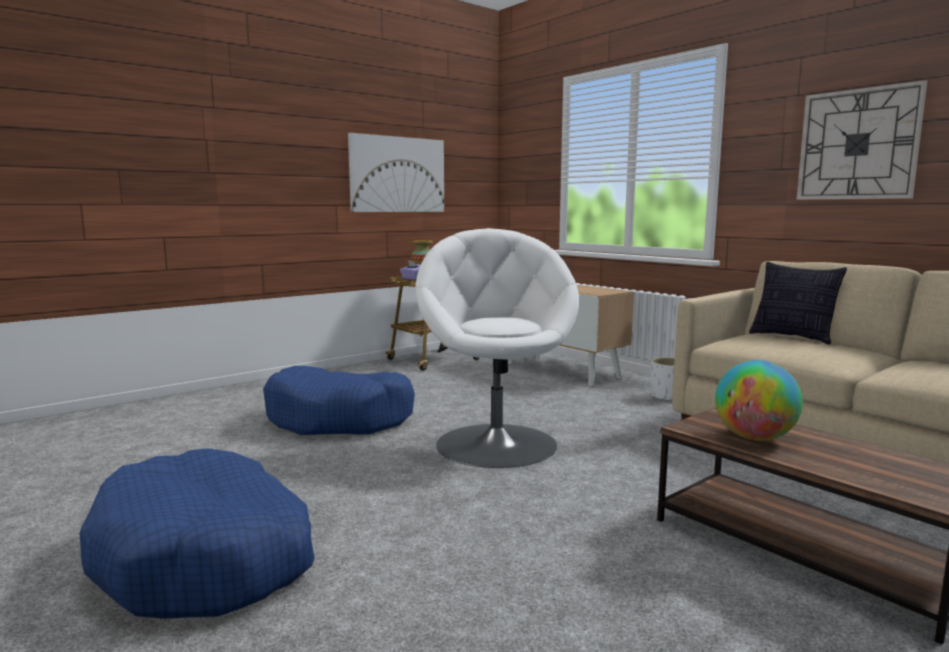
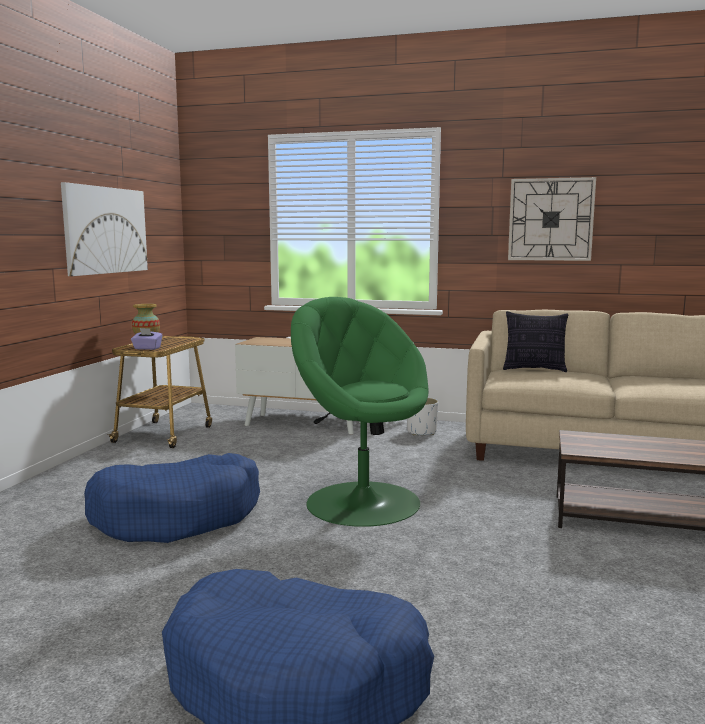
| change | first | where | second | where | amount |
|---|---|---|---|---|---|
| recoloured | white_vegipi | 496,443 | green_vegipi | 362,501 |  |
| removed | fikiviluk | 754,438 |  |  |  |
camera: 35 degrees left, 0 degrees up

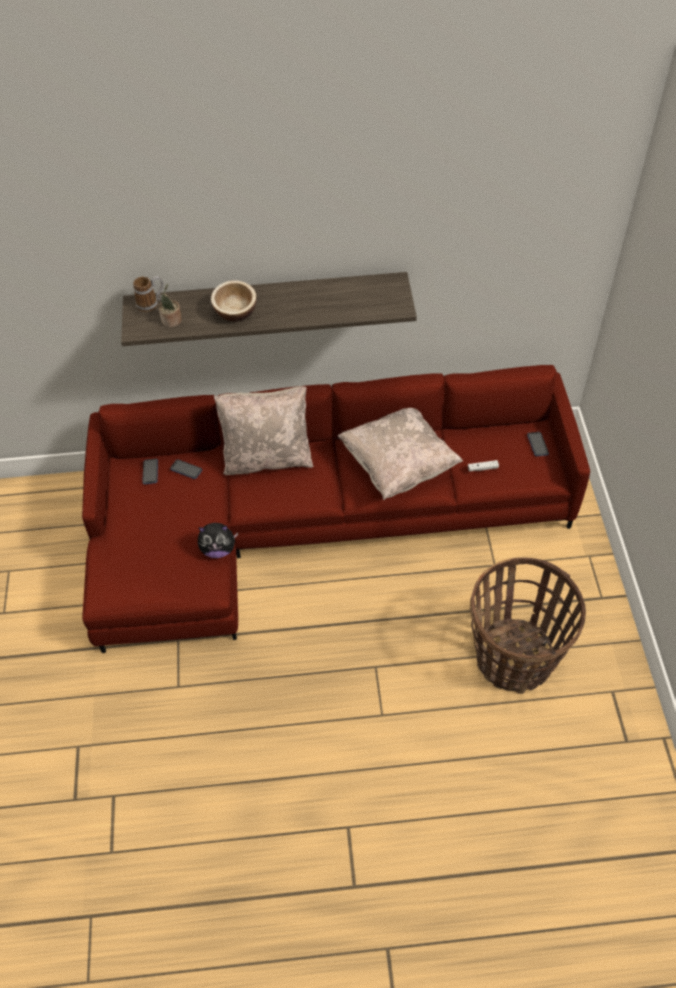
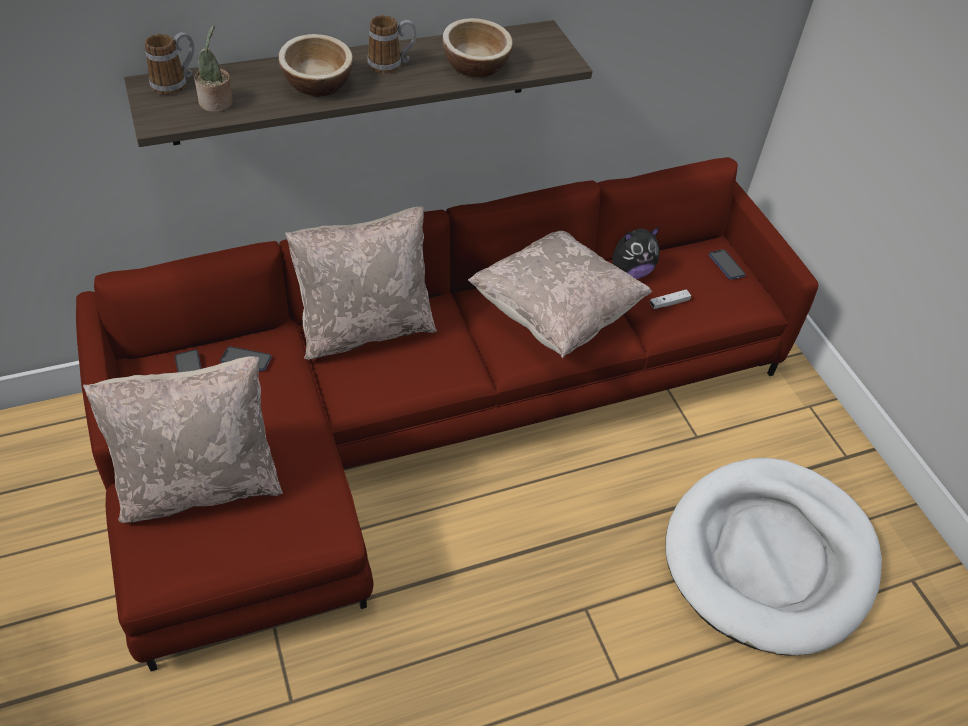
| change | first | where | second | where | amount |
|---|---|---|---|---|---|
| moved | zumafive | 218,549 |  | 630,272 |  |
| replaced | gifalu | 514,657 | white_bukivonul | 770,557 |  |
| added |  |  | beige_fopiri | 200,483 |  |
| added |  |  | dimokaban | 391,65 |  |
| added |  |  | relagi | 475,66 |  |
camera: 20 degrees left, 5 degrees down

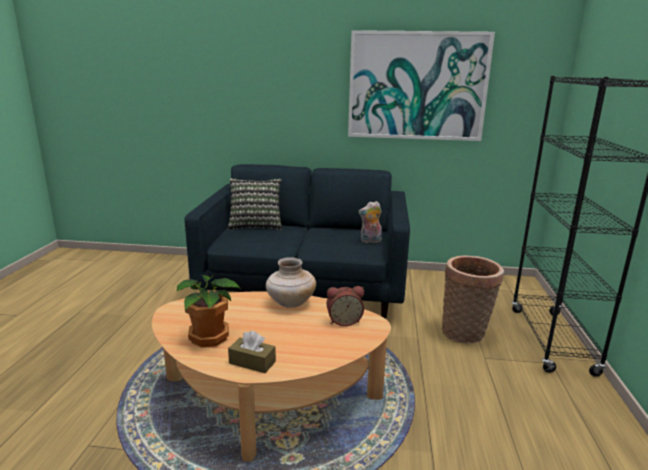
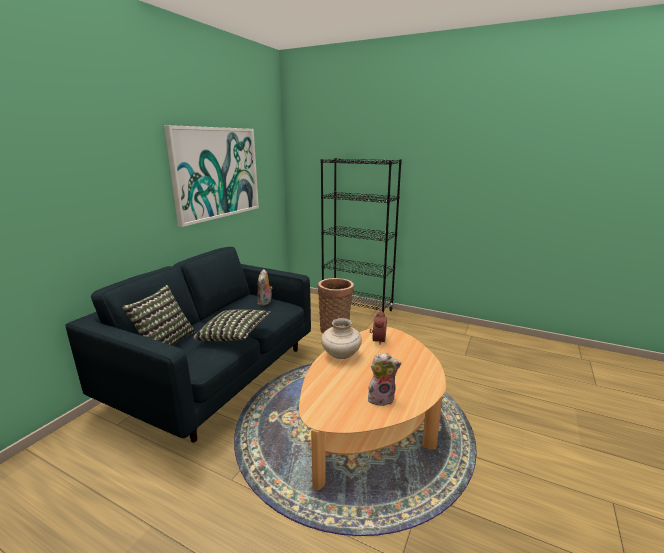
| change | first | where | second | where | amount |
|---|---|---|---|---|---|
| replaced | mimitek | 211,337 | zumafive | 381,398 |  |
| removed | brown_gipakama | 252,362 |  |  |  |
| added |  |  | fopiri | 234,336 |  |
camera: 70 degrees left, 0 degrees up

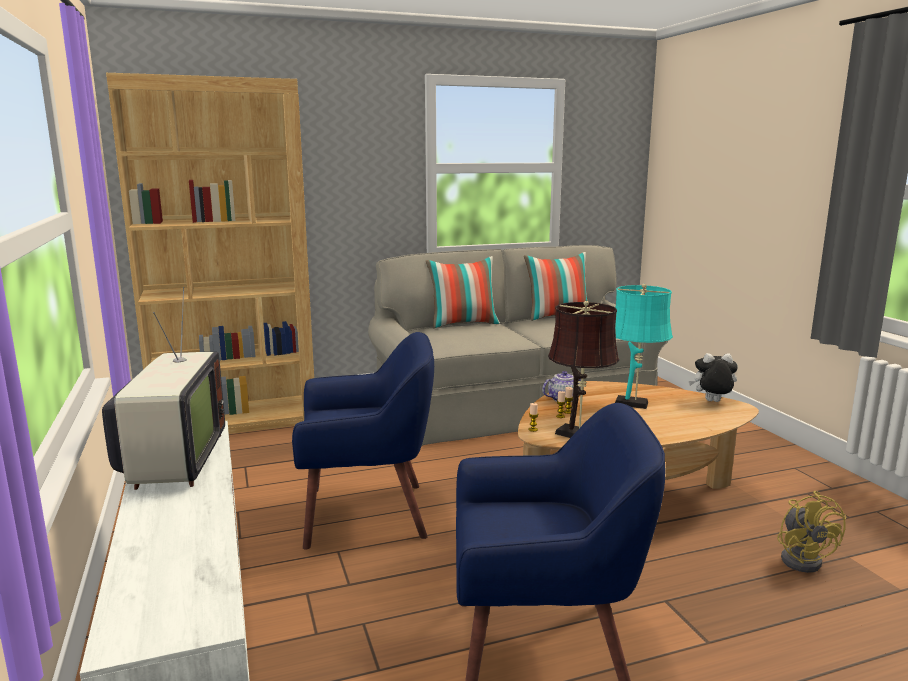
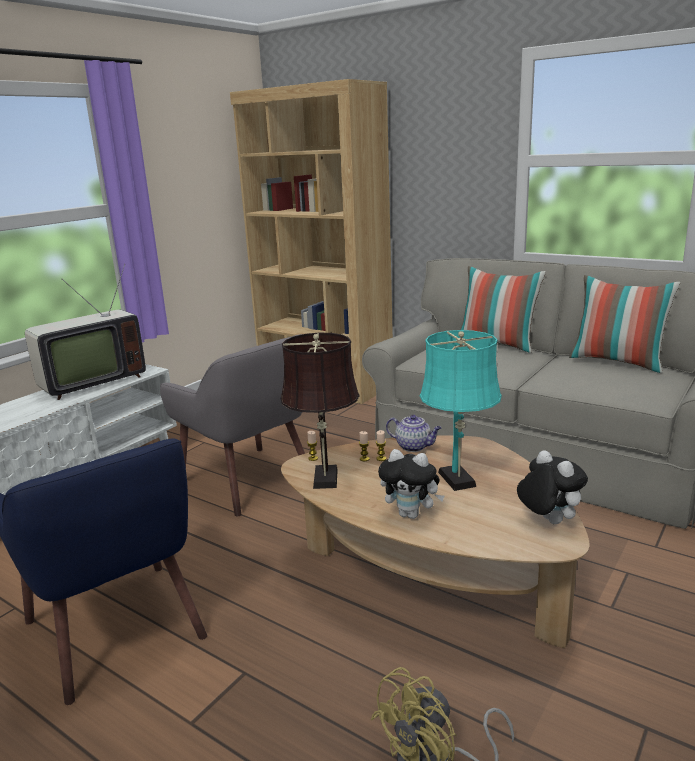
| change | first | where | second | where | amount |
|---|---|---|---|---|---|
| recoloured | blue_vegipi | 368,513 | grey_vegipi | 249,480 |  |
| added |  |  | zumafive | 411,514 |  |
camera: 55 degrees right, 5 degrees up

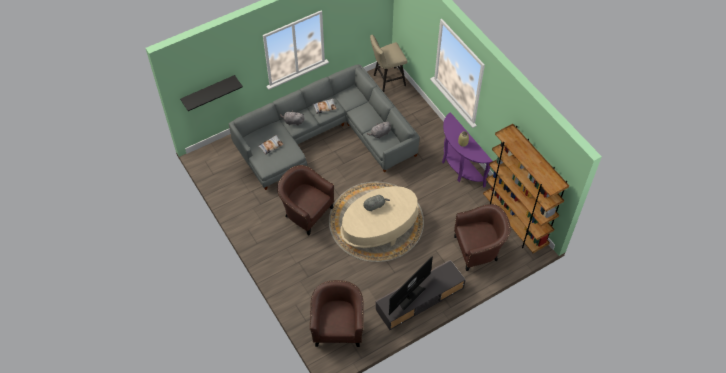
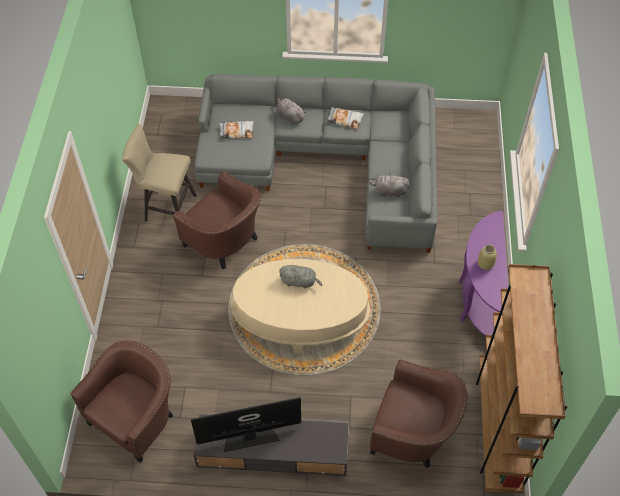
| change | first | where | second | where | amount |
|---|---|---|---|---|---|
| removed | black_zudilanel | 208,91 |  |  |  |
| turned | brown_vegipi | 306,212 |  | 225,242 | 150 degrees clockwise |
| moved | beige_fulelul | 387,80 |  | 166,208 |  |
camera: 35 degrees right, 0 degrees up

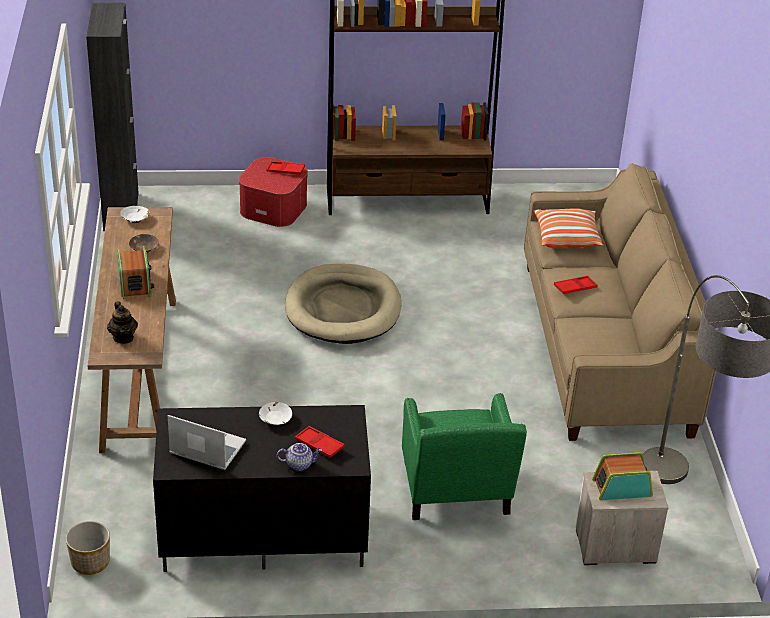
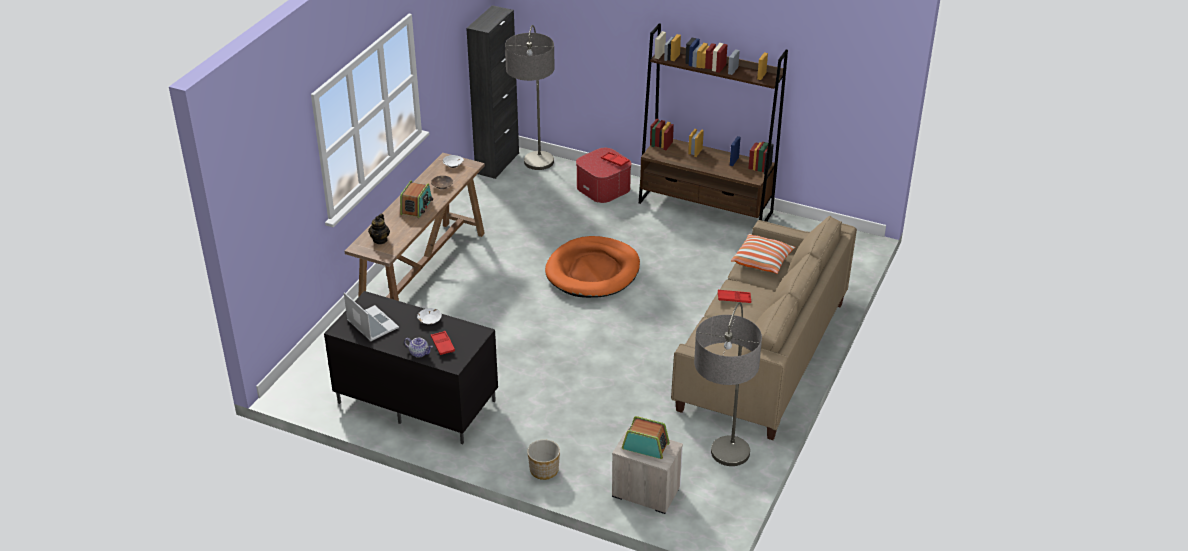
| change | first | where | second | where | amount |
|---|---|---|---|---|---|
| moved | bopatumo | 90,561 |  | 544,470 |  |
| recoloured | beige_bukivonul | 343,308 | orange_bukivonul | 593,271 |  |
| removed | green_vegipi | 455,494 |  |  |  |
| added |  |  | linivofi | 535,182 |  |
camera: 30 degrees right, 0 degrees up

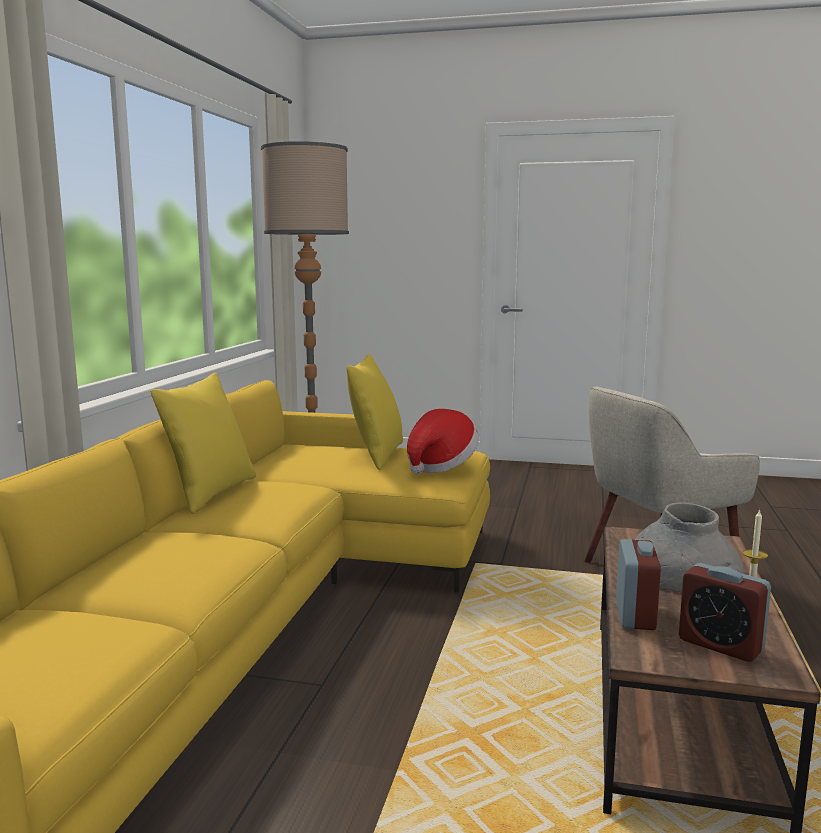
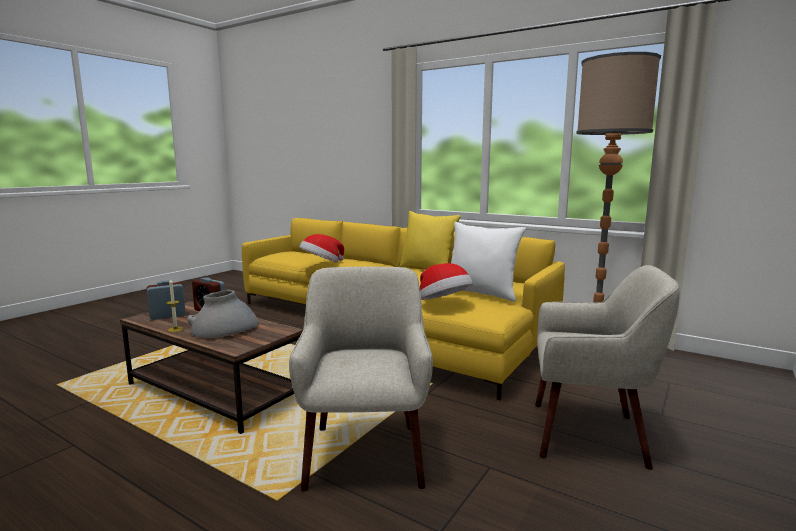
| change | first | where | second | where | amount |
|---|---|---|---|---|---|
| recoloured | yellow_fopiri | 376,455 | white_fopiri | 482,294 |  |
| added |  |  | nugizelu | 321,264 |  |
| added |  |  | beige_vegipi | 589,434 |  |
camera: 110 degrees right, 0 degrees up

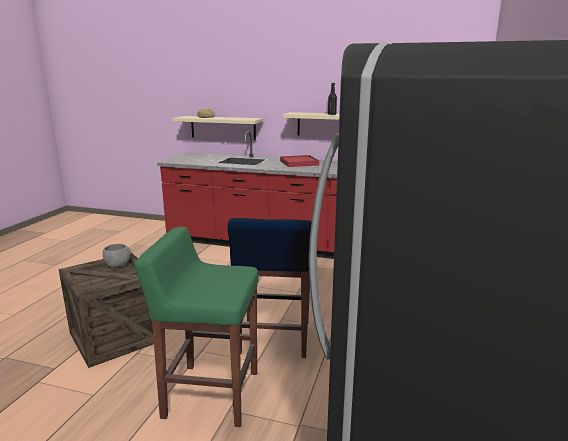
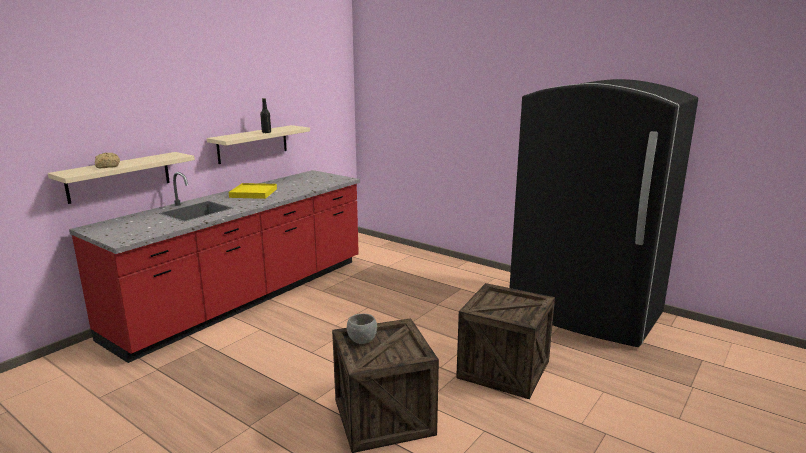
| change | first | where | second | where | amount |
|---|---|---|---|---|---|
| replaced | green_fulelul | 210,394 | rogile | 503,369 |  |
| removed | blue_fulelul | 274,338 |  |  |  |
| recoloured | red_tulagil | 299,163 | yellow_tulagil | 253,193 |  |
camera: 70 degrees left, 0 degrees up

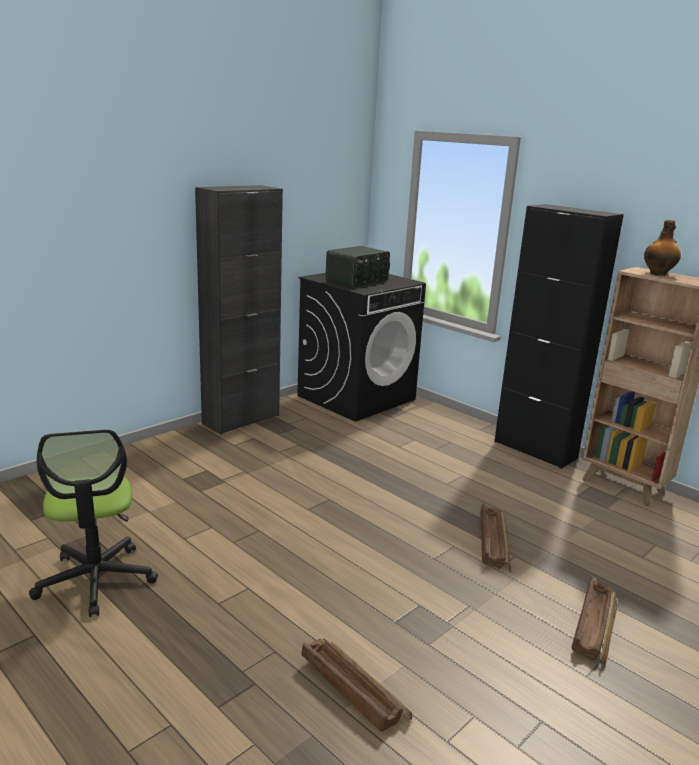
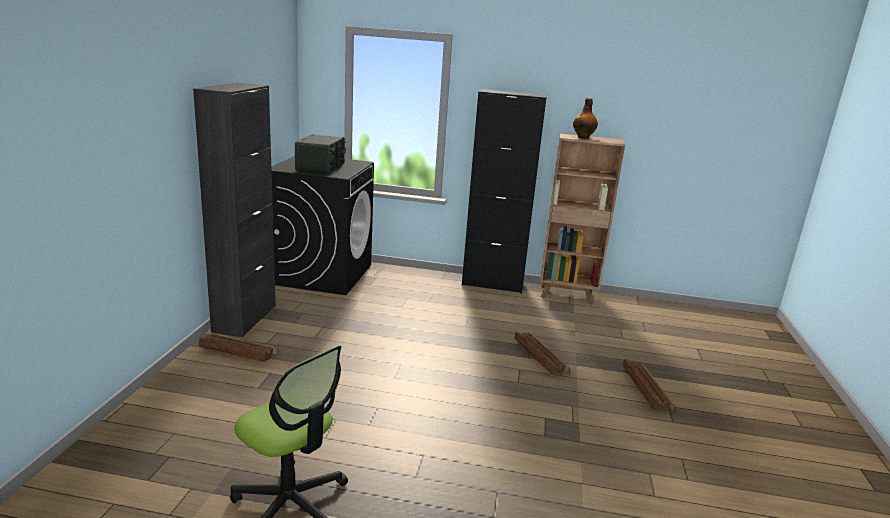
| change | first | where | second | where | amount |
|---|---|---|---|---|---|
| moved | rogile | 352,690 |  | 238,353 |  |
camera: 35 degrees left, 0 degrees up

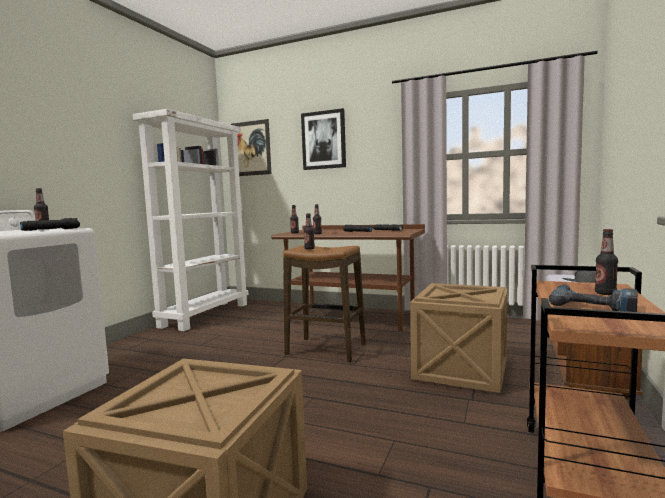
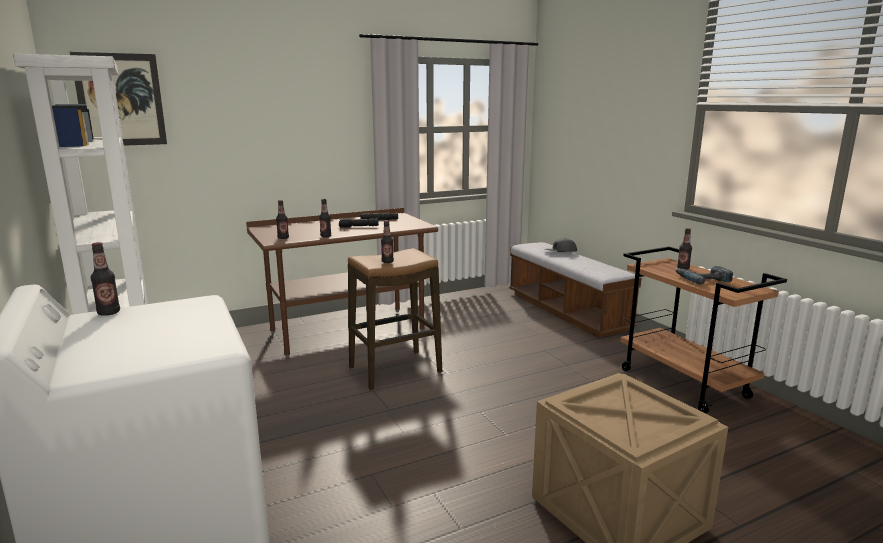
| change | first | where | second | where | amount |
|---|---|---|---|---|---|
| removed | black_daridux | 52,229 |  |  |  |
| removed | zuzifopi | 323,140 |  |  |  |
| removed | rogile | 461,369 |  |  |  |
camera: 50 degrees left, 10 degrees up

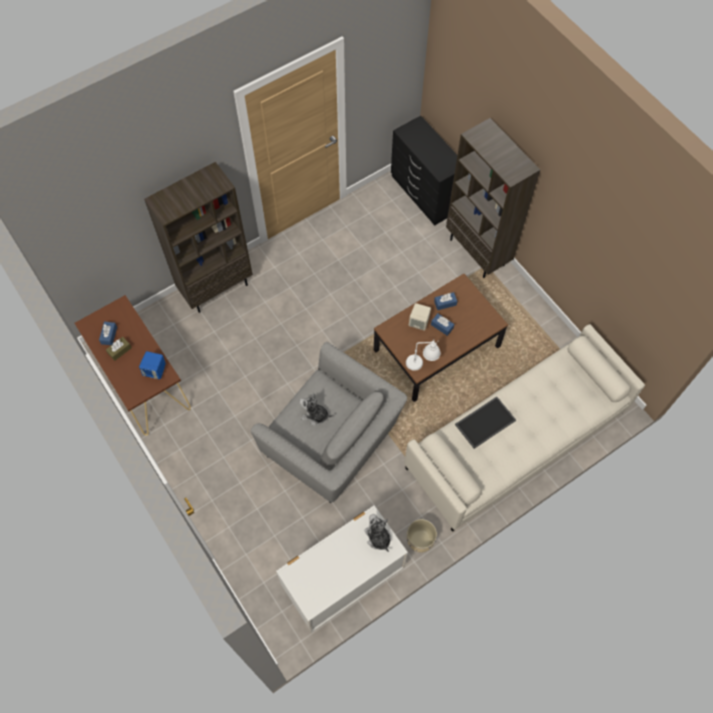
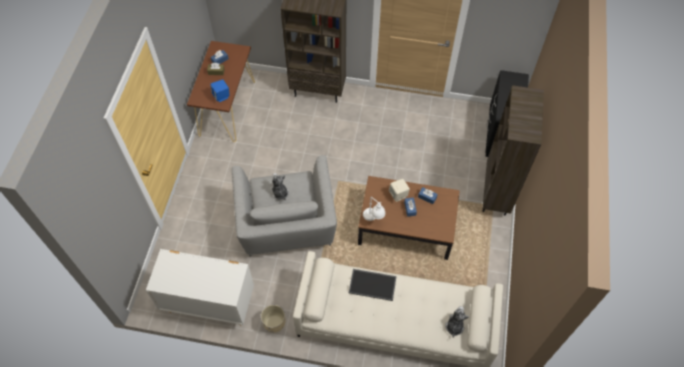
| change | first | where | second | where | amount |
|---|---|---|---|---|---|
| moved | zumafive | 378,537 |  | 454,326 |  |
camera: 45 degrees right, 5 degrees down

